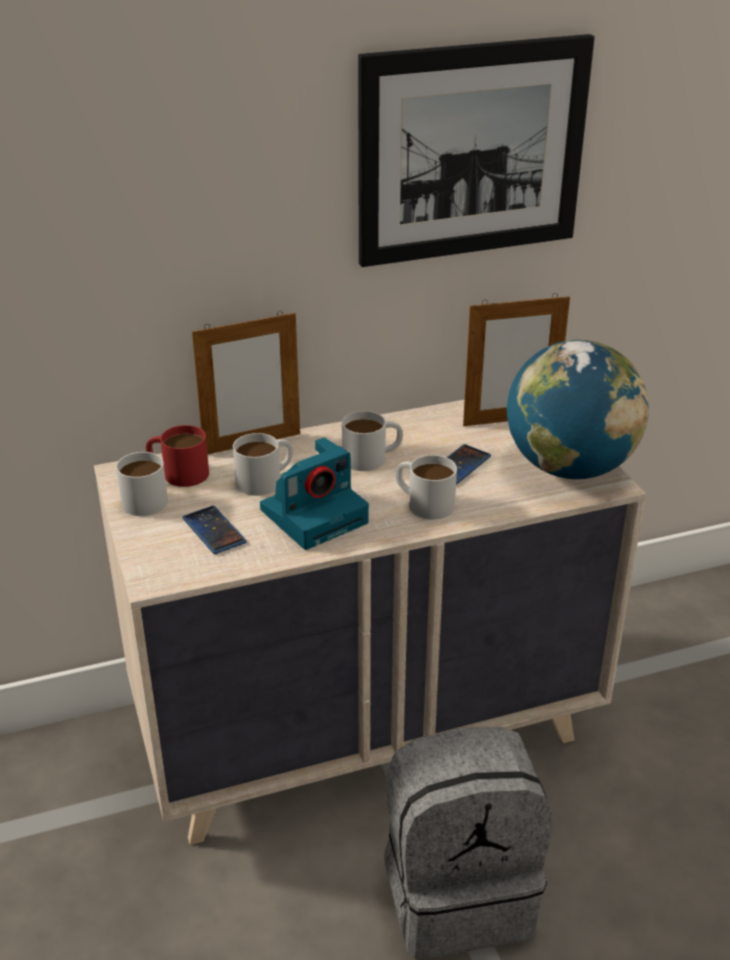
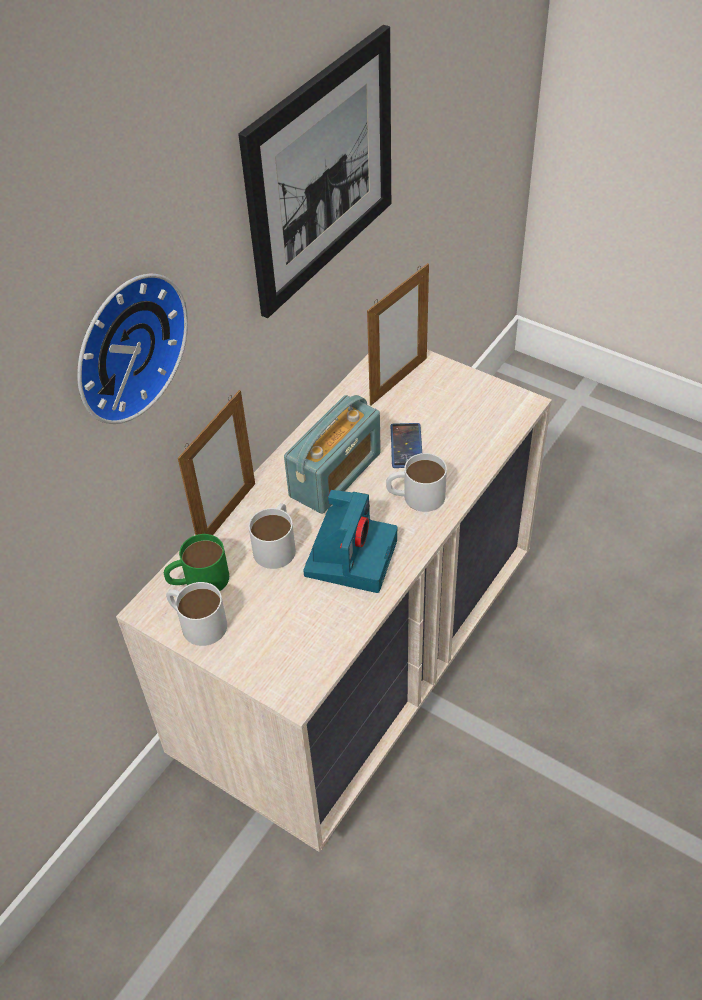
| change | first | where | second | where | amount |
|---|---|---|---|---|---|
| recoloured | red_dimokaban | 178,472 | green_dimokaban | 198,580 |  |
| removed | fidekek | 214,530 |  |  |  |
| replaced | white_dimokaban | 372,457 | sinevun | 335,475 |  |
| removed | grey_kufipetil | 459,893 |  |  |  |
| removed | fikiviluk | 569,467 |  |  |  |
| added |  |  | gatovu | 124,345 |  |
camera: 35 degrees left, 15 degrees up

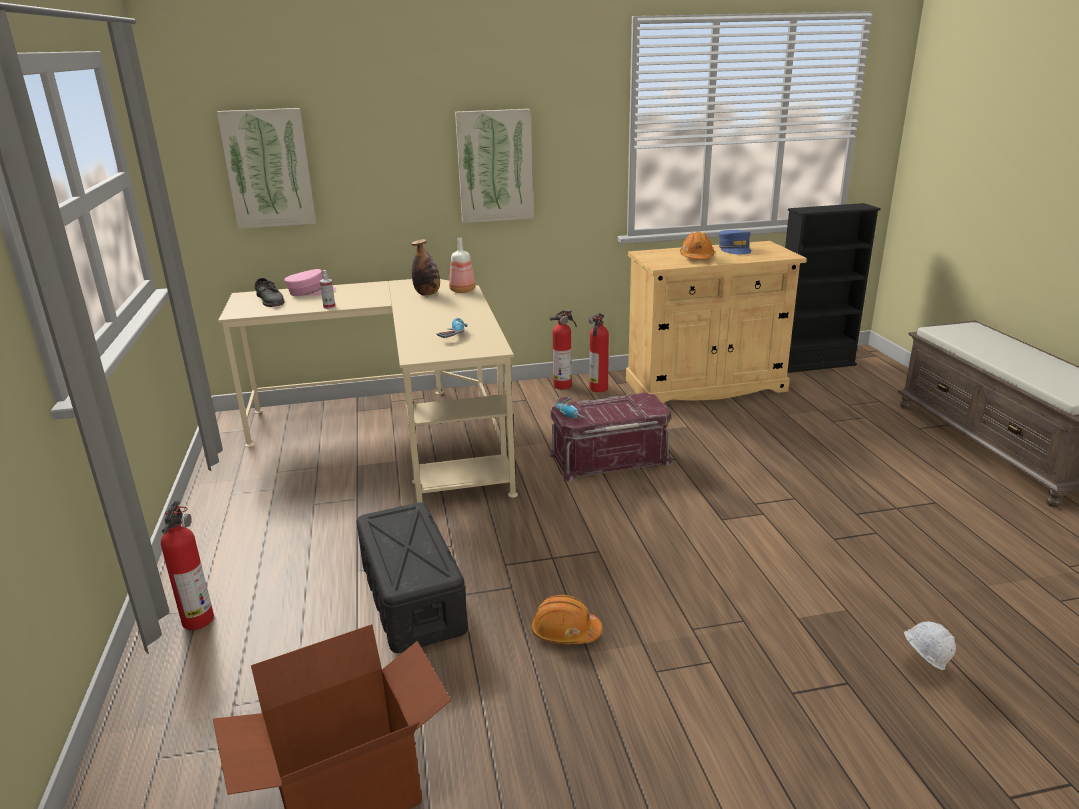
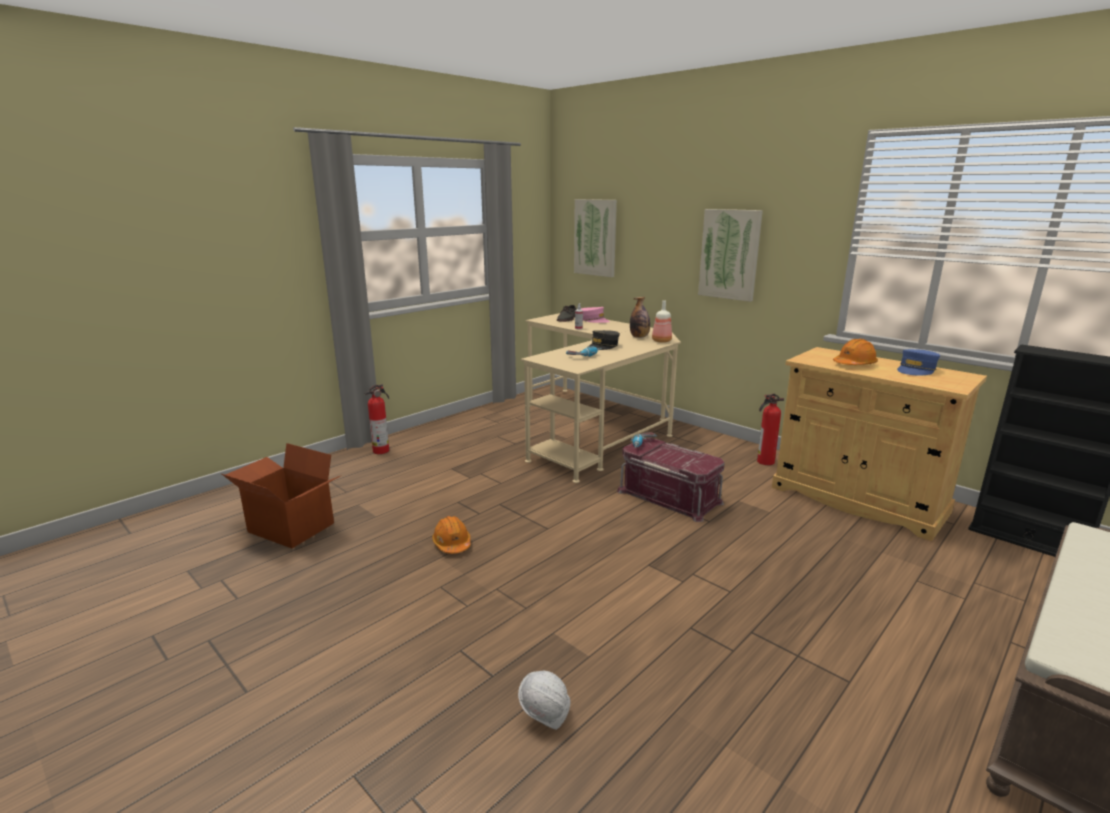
| change | first | where | second | where | amount |
|---|---|---|---|---|---|
| removed | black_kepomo | 412,597 |  |  |  |
| removed | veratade | 563,385 |  |  |  |
| added |  |  | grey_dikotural | 603,346 |  |
camera: 55 degrees right, 5 degrees down

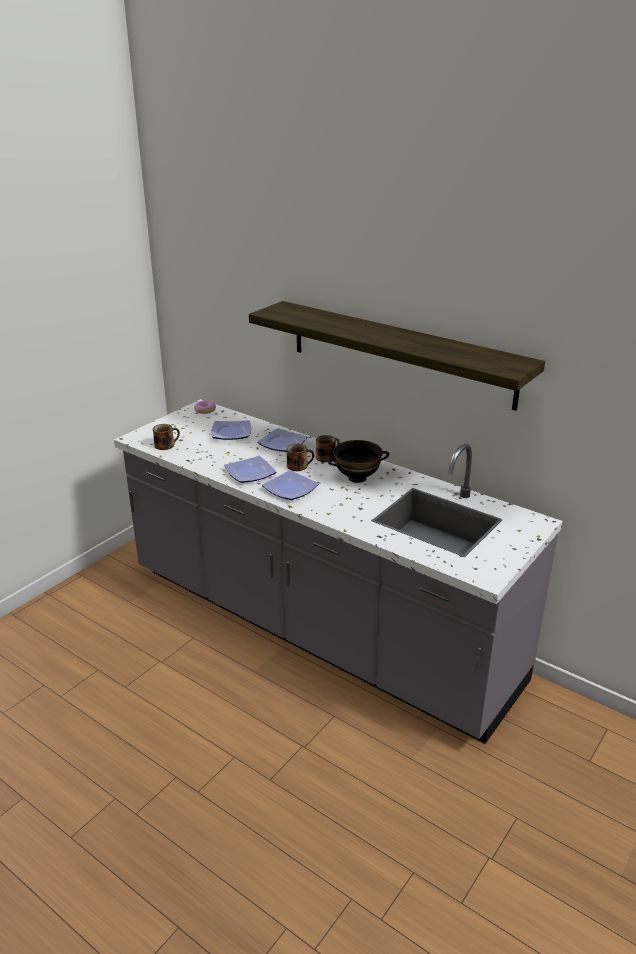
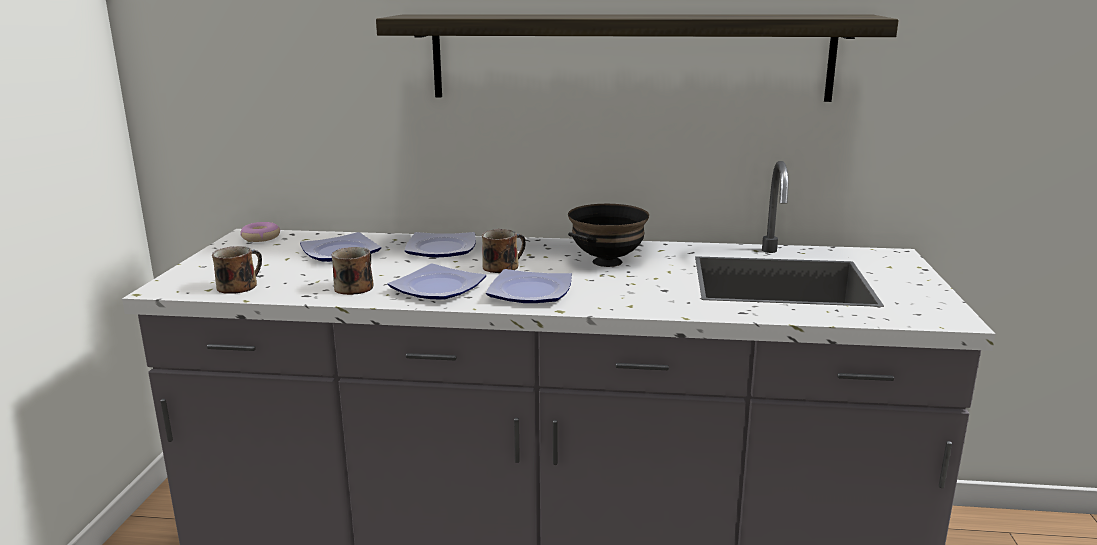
| change | first | where | second | where | amount |
|---|---|---|---|---|---|
| moved | dimokaban | 326,456 |  | 355,286 |  |
camera: 30 degrees left, 10 degrees down

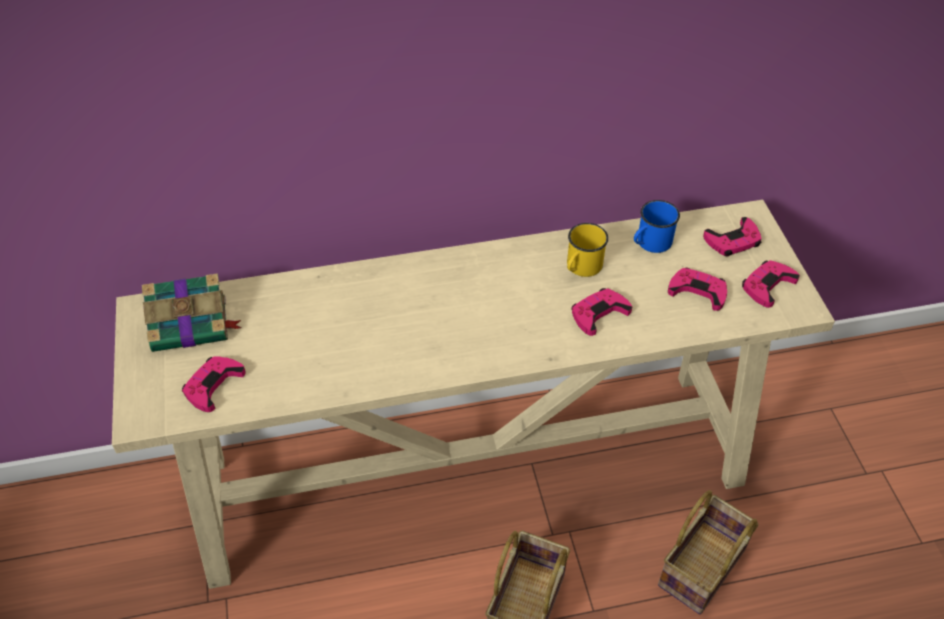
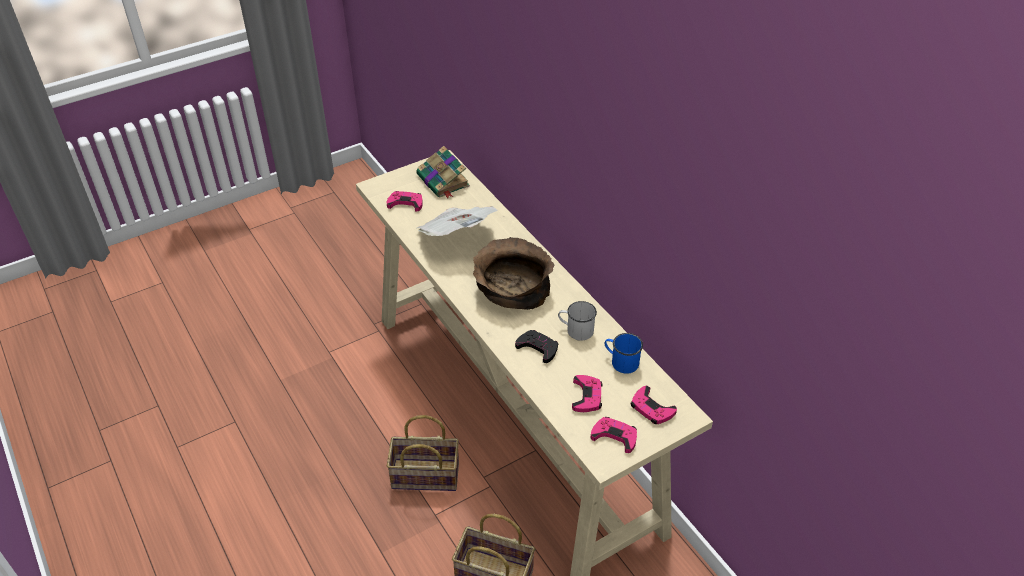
| change | first | where | second | where | amount |
|---|---|---|---|---|---|
| recoloured | yellow_dimokaban | 581,268 | white_dimokaban | 576,330 |  |
| recoloured | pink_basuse | 599,314 | black_basuse | 538,348 |  |
| added |  |  | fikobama | 457,236 |  |
| added |  |  | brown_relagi | 511,288 |  |
camera: 70 degrees right, 5 degrees down

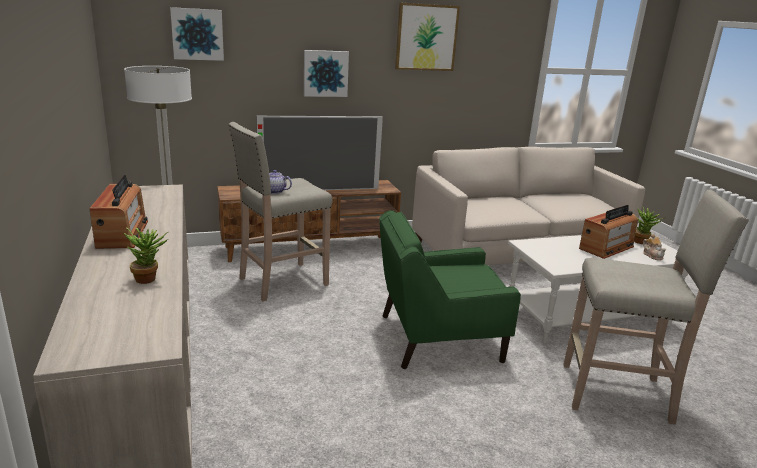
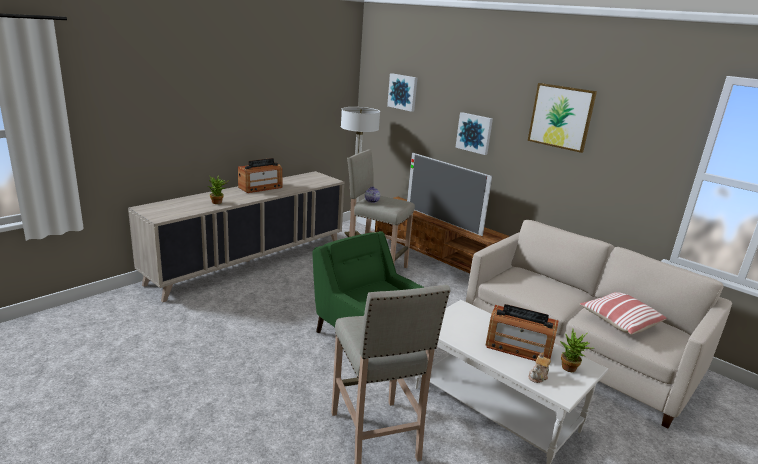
| change | first | where | second | where | amount |
|---|---|---|---|---|---|
| added |  |  | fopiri | 619,321 |  |
camera: 60 degrees right, 0 degrees up

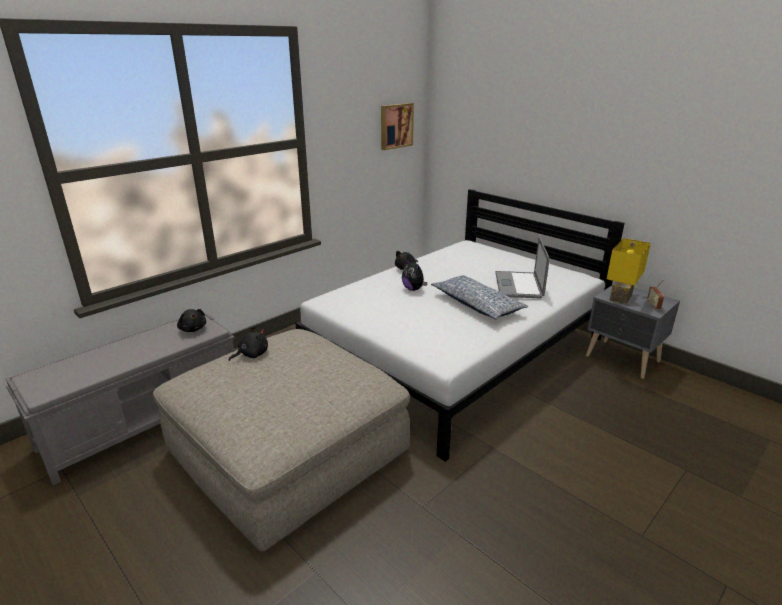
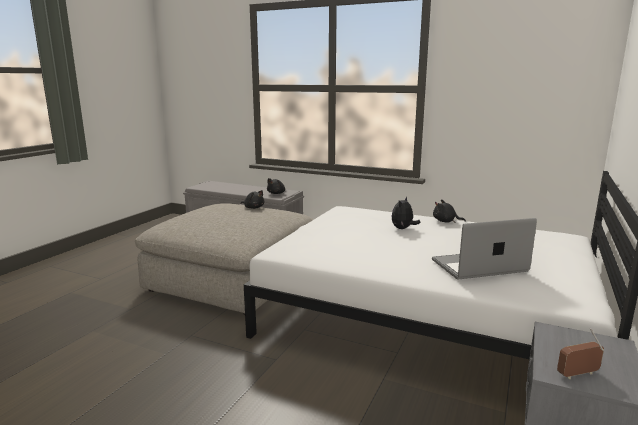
| change | first | where | second | where | amount |
|---|---|---|---|---|---|
| removed | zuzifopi | 395,126 |  |  |  |
| removed | fopiri | 476,305 |  |  |  |
| removed | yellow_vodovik | 619,297 |  |  |  |
camera: 70 degrees right, 10 degrees down

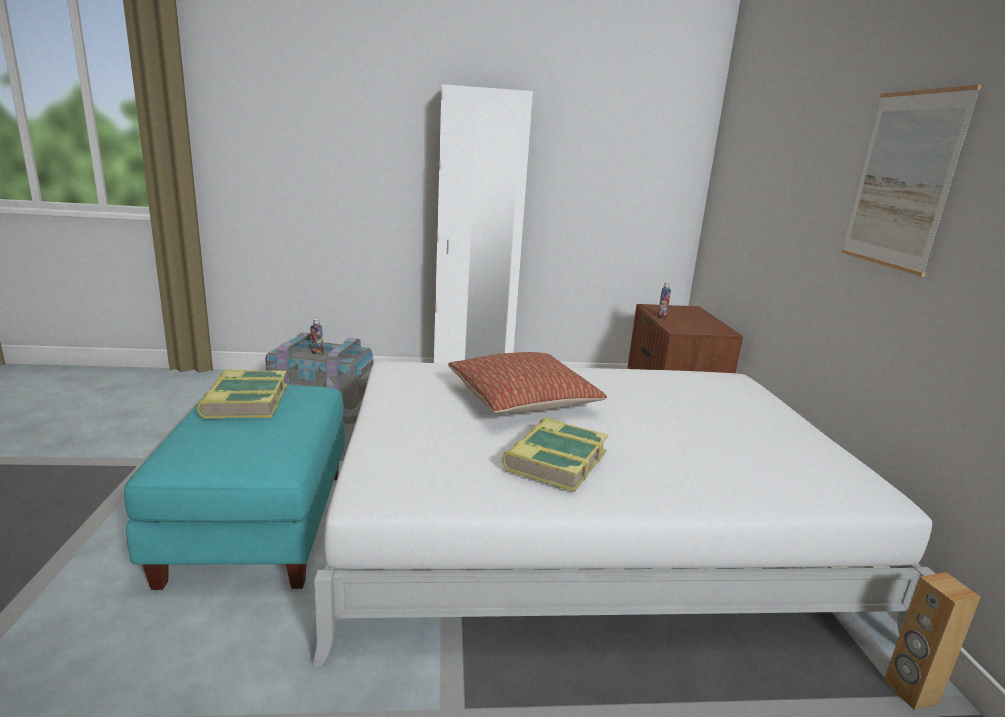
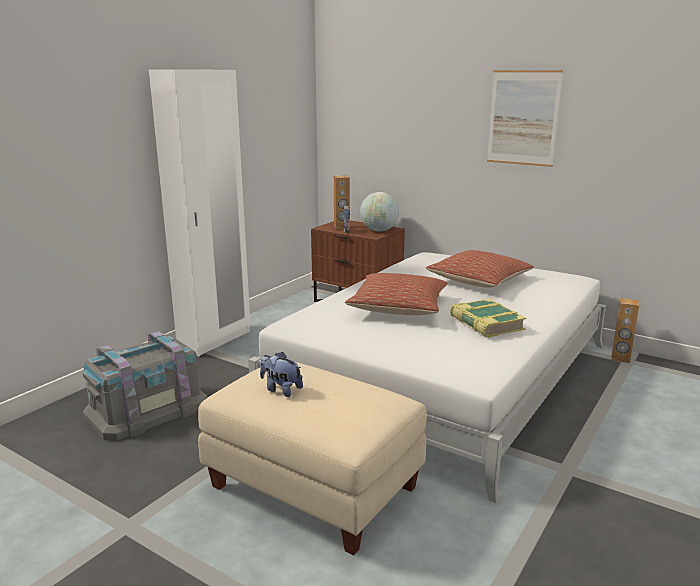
| change | first | where | second | where | amount |
|---|---|---|---|---|---|
| recoloured | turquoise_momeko | 260,524 | beige_momeko | 315,486 |  |
| replaced | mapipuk | 245,402 | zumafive | 281,389 |  |
| removed | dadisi | 317,353 |  |  |  |
| added |  |  | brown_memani | 341,227 |  |
| added |  |  | fikiviluk | 379,230 |  |
| added |  |  | fopiri | 479,281 |  |
camera: 50 degrees left, 0 degrees up

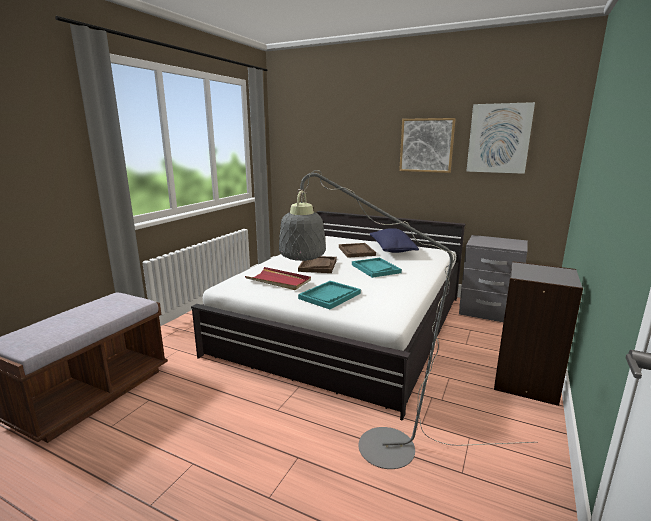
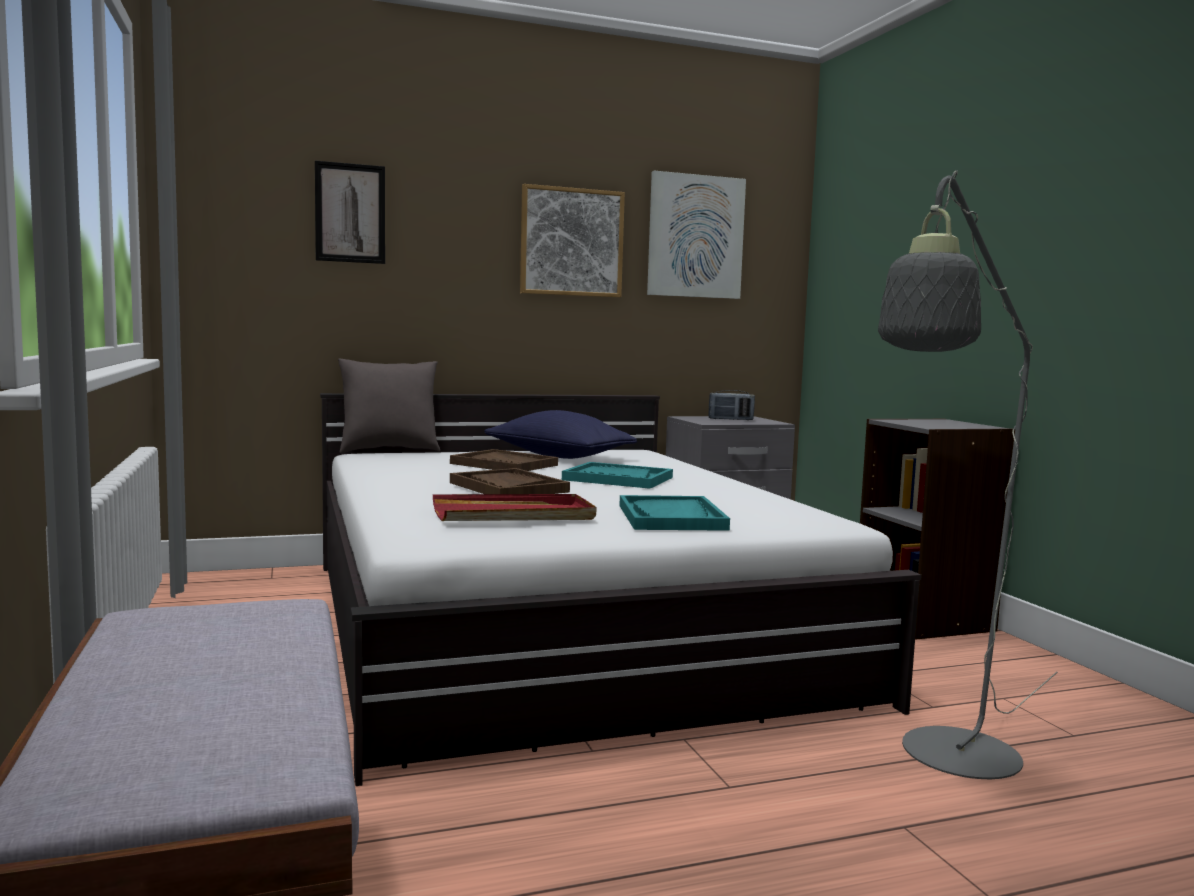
| change | first | where | second | where | amount |
|---|---|---|---|---|---|
| added |  |  | zuzifopi | 350,213 |  |
| added |  |  | grey_fopiri | 389,451 |  |
| added |  |  | sinevun | 730,419 |  |
camera: 45 degrees left, 10 degrees down

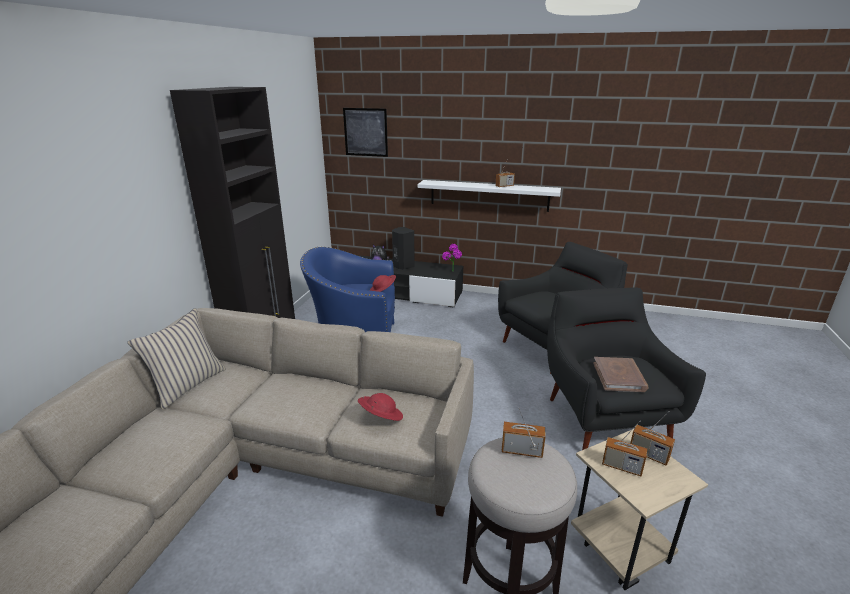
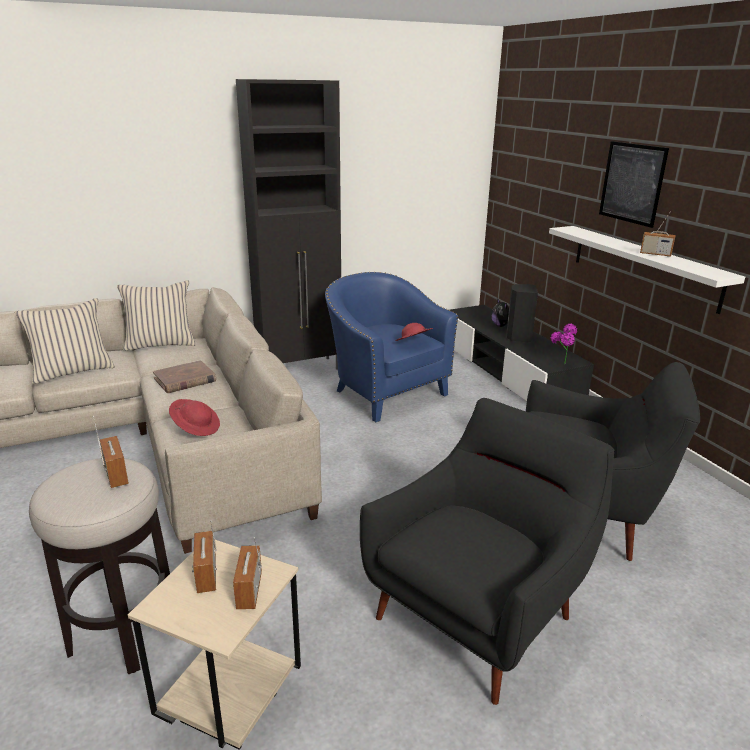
| change | first | where | second | where | amount |
|---|---|---|---|---|---|
| moved | zuzifopi | 365,132 |  | 632,183 |  |
| moved | brown_mapipuk | 619,377 |  | 185,380 |  |
| added |  |  | beige_fopiri | 72,371 |  |
camera: 50 degrees right, 0 degrees up

